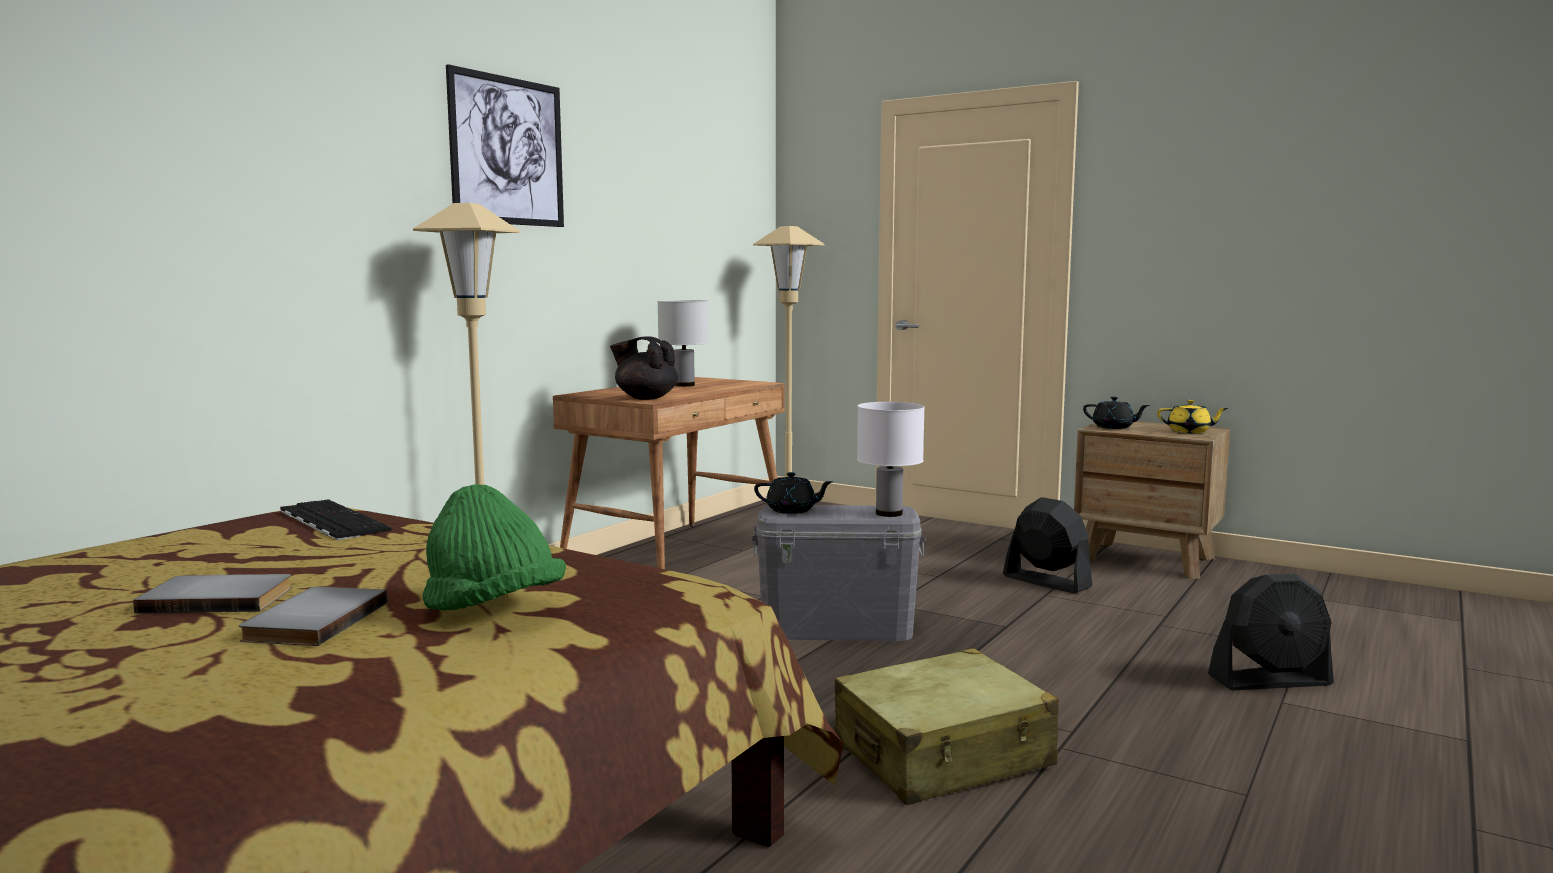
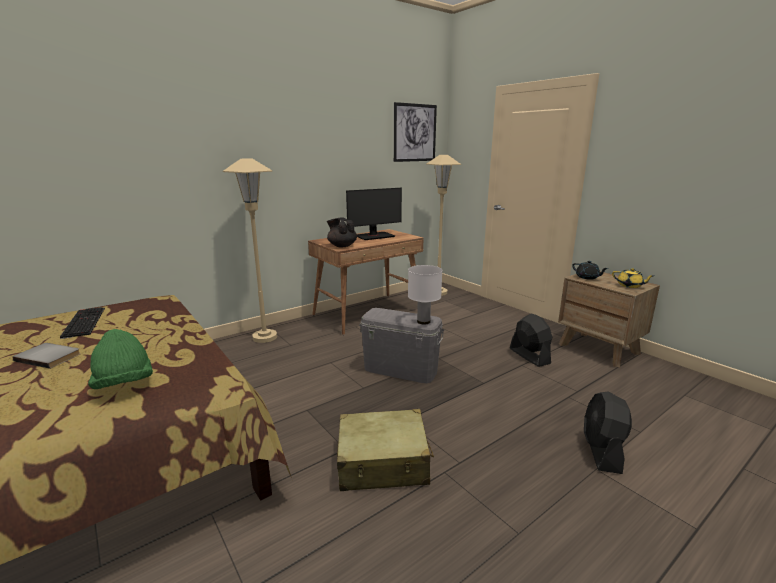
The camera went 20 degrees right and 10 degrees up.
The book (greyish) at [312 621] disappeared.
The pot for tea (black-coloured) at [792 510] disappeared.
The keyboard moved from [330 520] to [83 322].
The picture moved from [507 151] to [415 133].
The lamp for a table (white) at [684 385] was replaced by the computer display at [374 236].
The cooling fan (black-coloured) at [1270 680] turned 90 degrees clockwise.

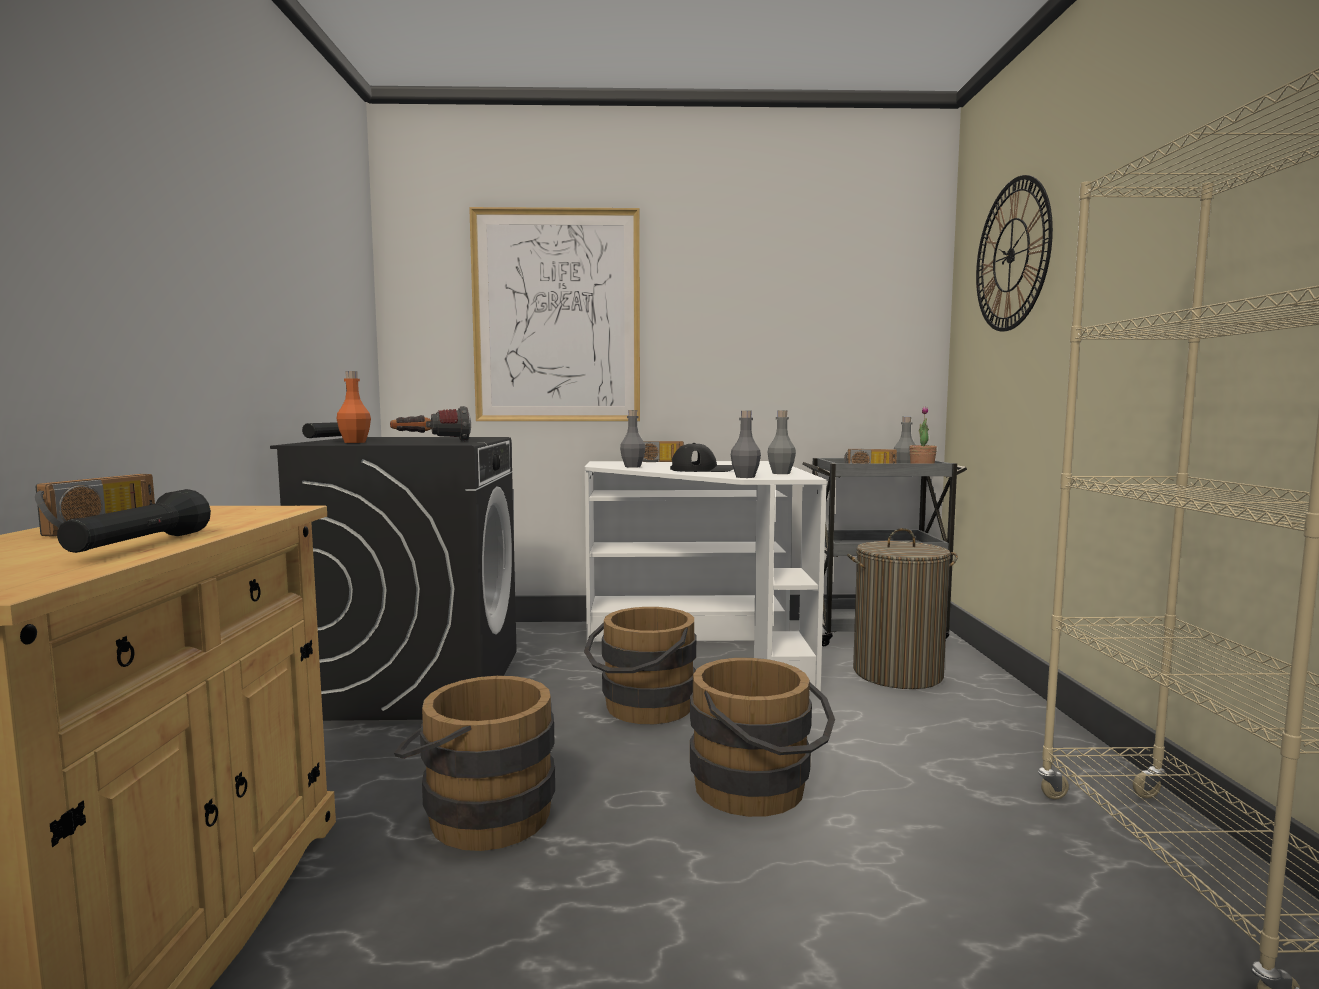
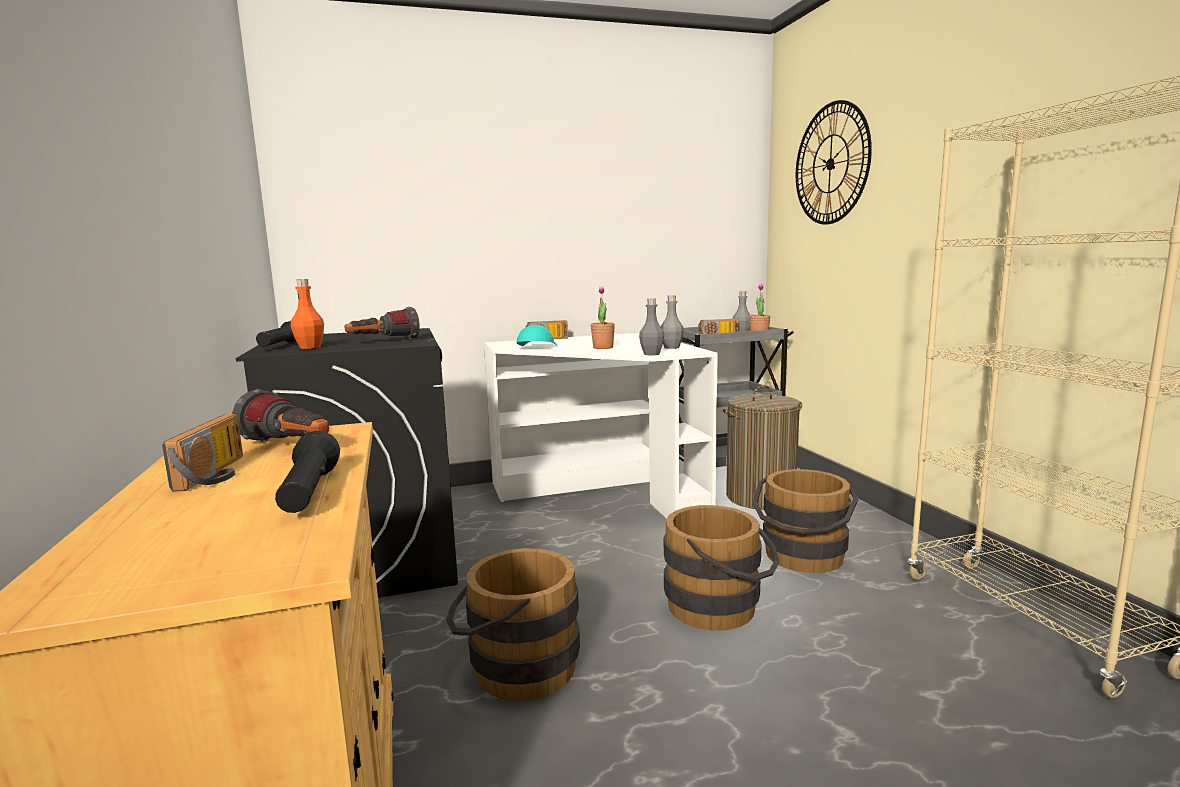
The camera went 15 degrees left and 5 degrees up.
The picture at [557 316] disappeared.
The hand torch at [290 447] appeared.
The pail (brown-coloured) moved from [642 708] to [802 558].
The drink bottle (greyish) at [632 466] was replaced by the cap (blue-green) at [536 347].
The cap (black-coloured) at [703 470] was replaced by the potted plant at [603 347].

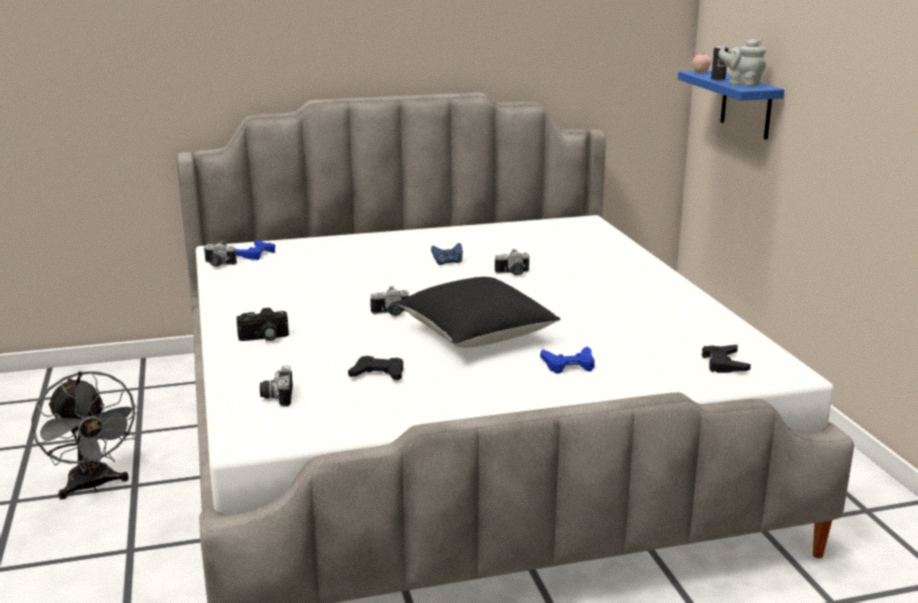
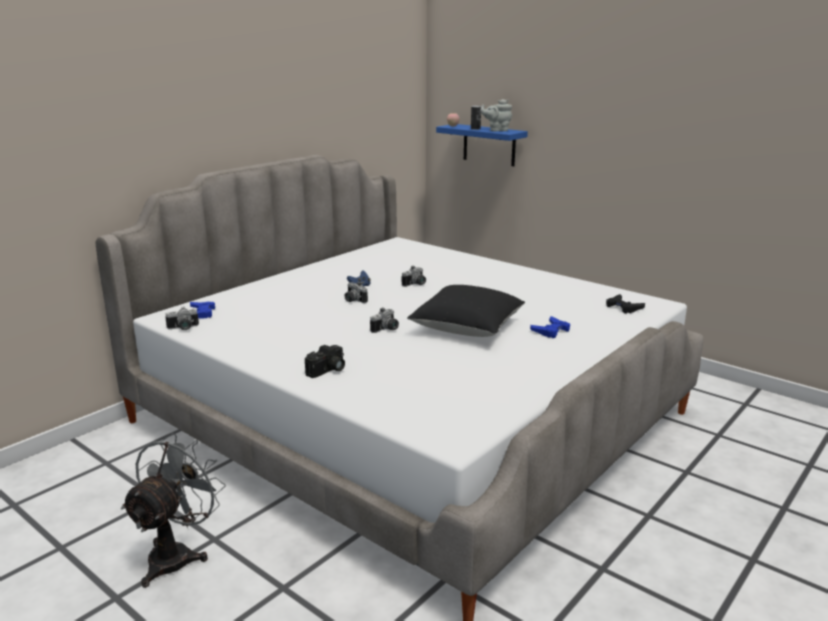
The camera went 35 degrees left and 0 degrees up.
The joypad (black-coloured) at [378 374] disappeared.
The photo camera moved from [276 397] to [353 300].
The cooling fan (greyish) at [93 486] turned 90 degrees counterclockwise.

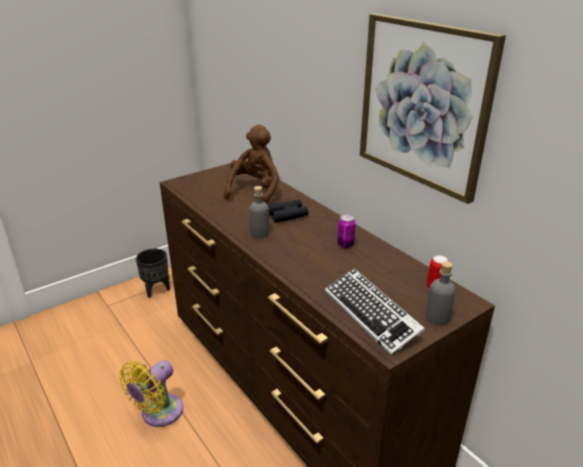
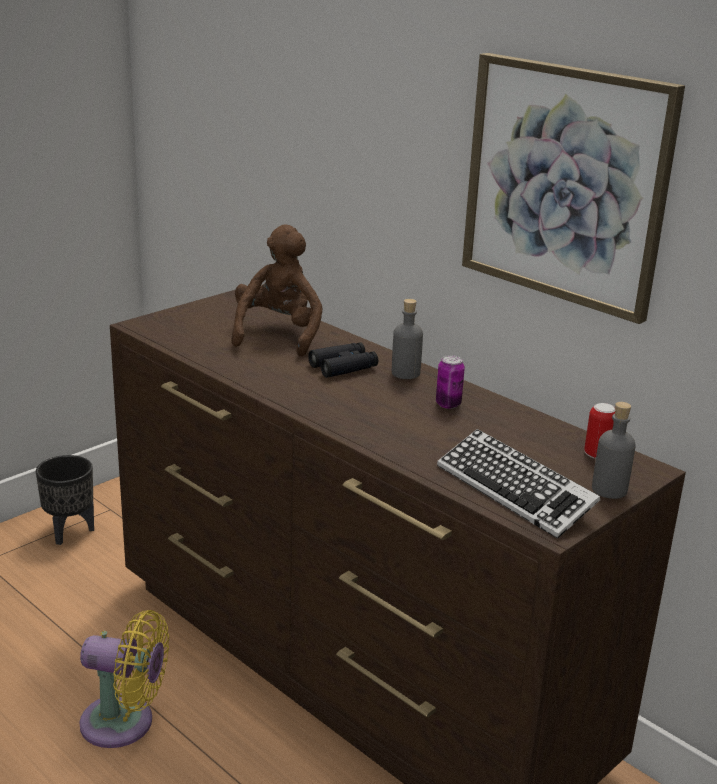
The camera went 10 degrees left and 5 degrees down.
The drink bottle (greyish) moved from [259 233] to [405 373].
The cooling fan (yellowish) at [158 413] turned 105 degrees counterclockwise.

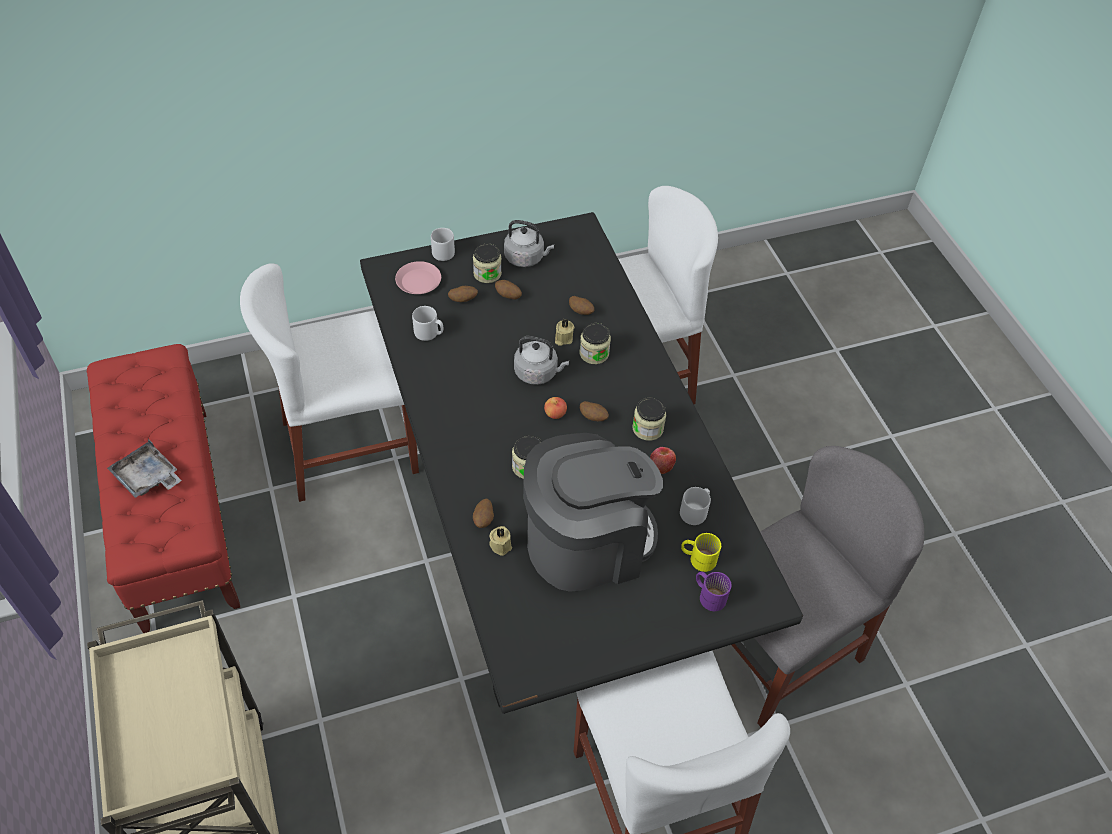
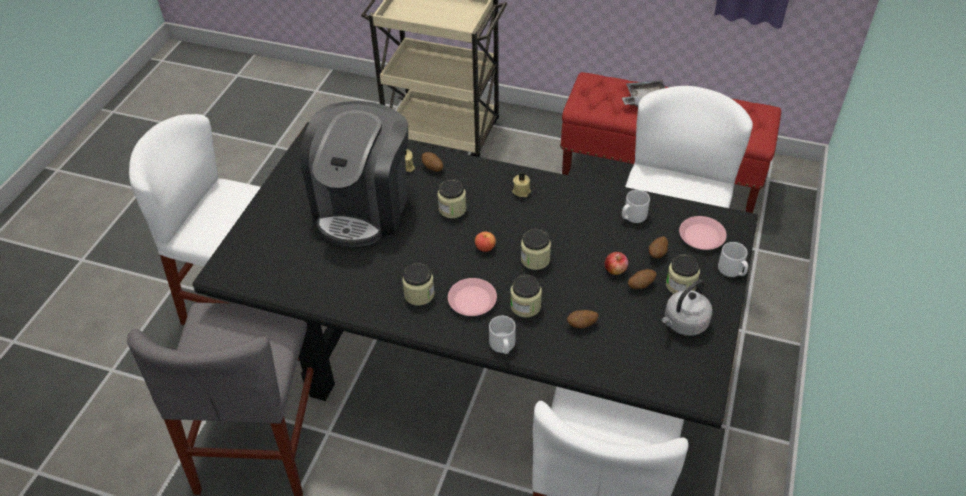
The camera went 130 degrees right and 5 degrees down.
The potato at [593 417] disappeared.
The mug (yellowish) at [698 557] disappeared.
The mug (purple-coloured) at [709 594] disappeared.
The dinner plate (pink) at [472 301] appeared.
The wax light (beige-coloured) moved from [563 338] to [521 191].
The apple fruit moved from [661 466] to [615 270].
The mug (greyish) moved from [695 512] to [503 346].
The tea kettle (greyish) at [538 373] was replaced by the jar at [535 259].

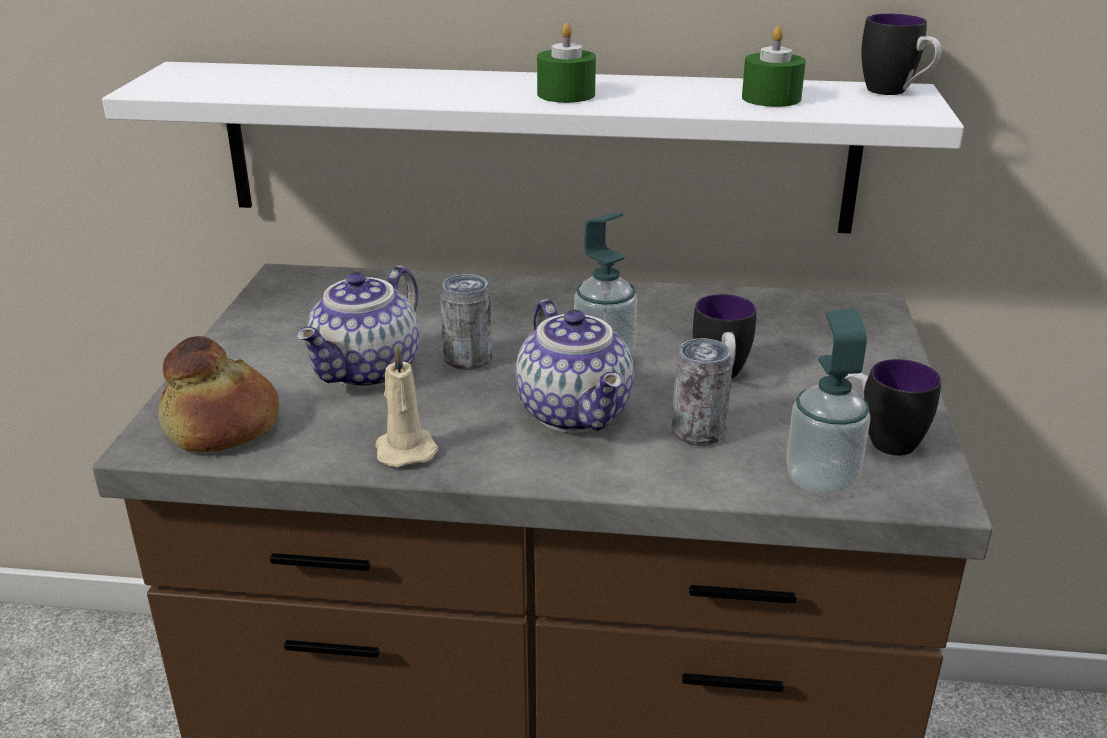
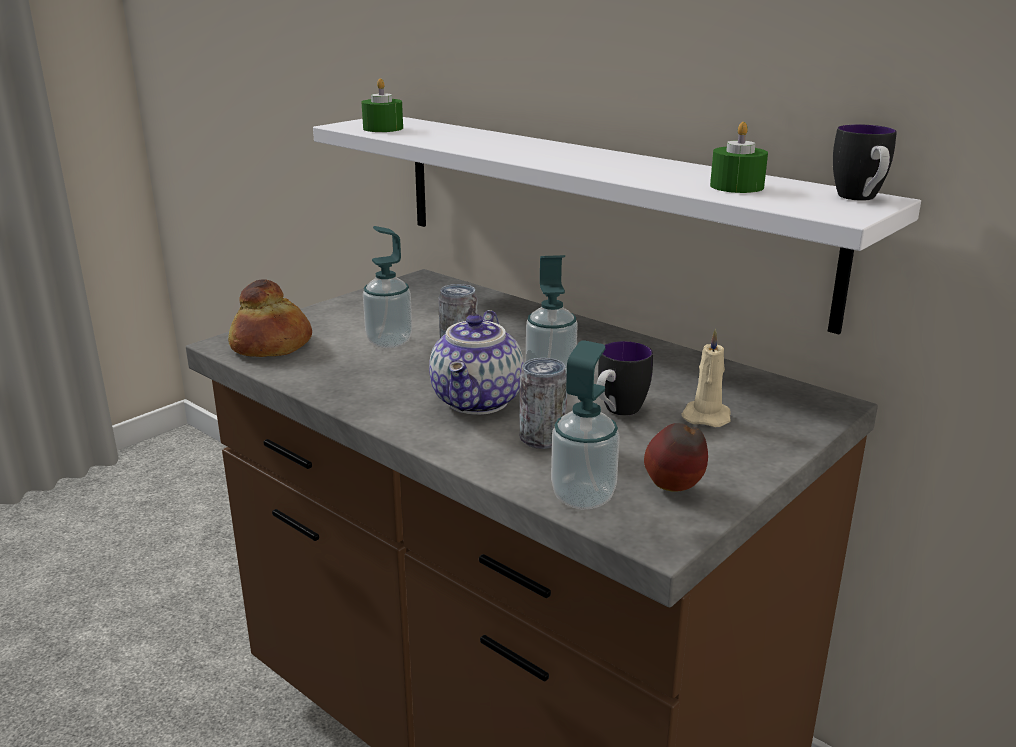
The camera went 35 degrees right and 5 degrees down.
The wax light (beige-coloured) moved from [404 449] to [707 416].
The wax light (greenish) moved from [566 94] to [383 128].
The pot for tea at [368 372] was replaced by the liquid soap bottle at [389 341].
The mug at [879 440] was replaced by the apple fruit at [674 490].

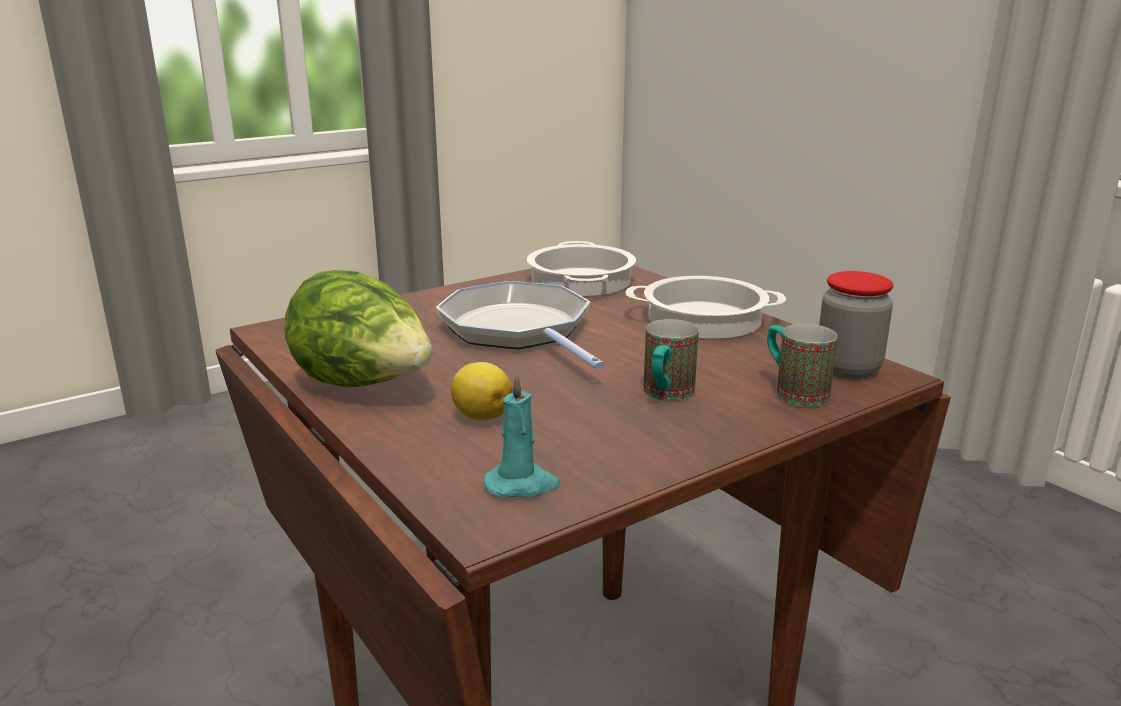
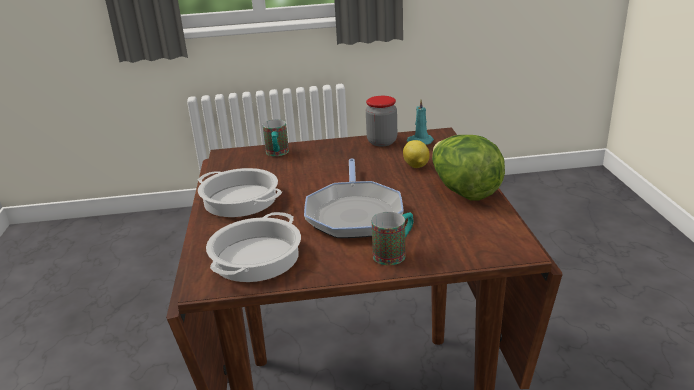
The camera went 150 degrees left and 5 degrees up.
The mug moved from [665 395] to [394 253].
The jar moved from [847 369] to [382 142].

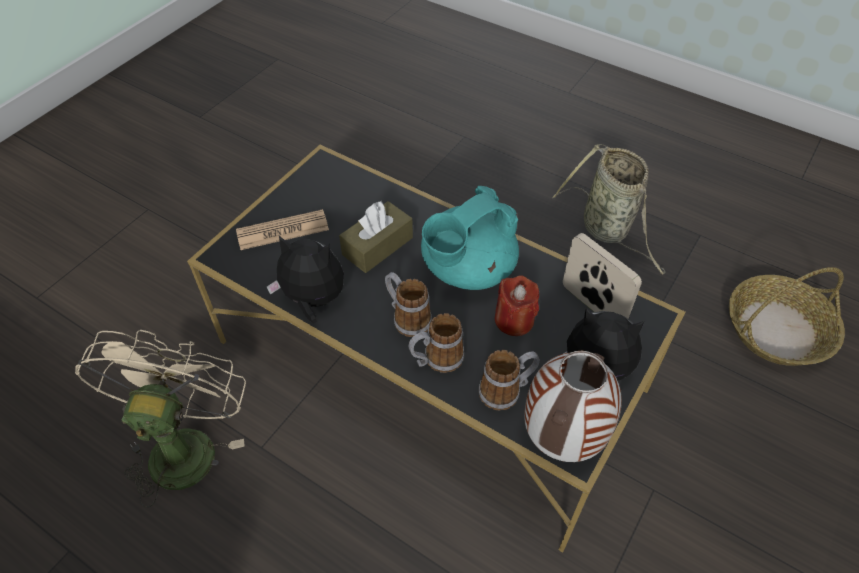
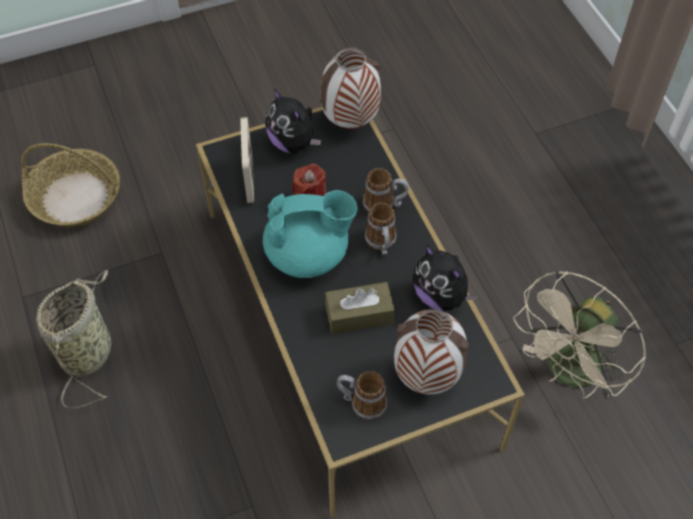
The camera went 145 degrees left and 5 degrees up.
The mug moved from [506 390] to [361 403].
The newspaper at [282 231] was replaced by the vase at [427 377].

